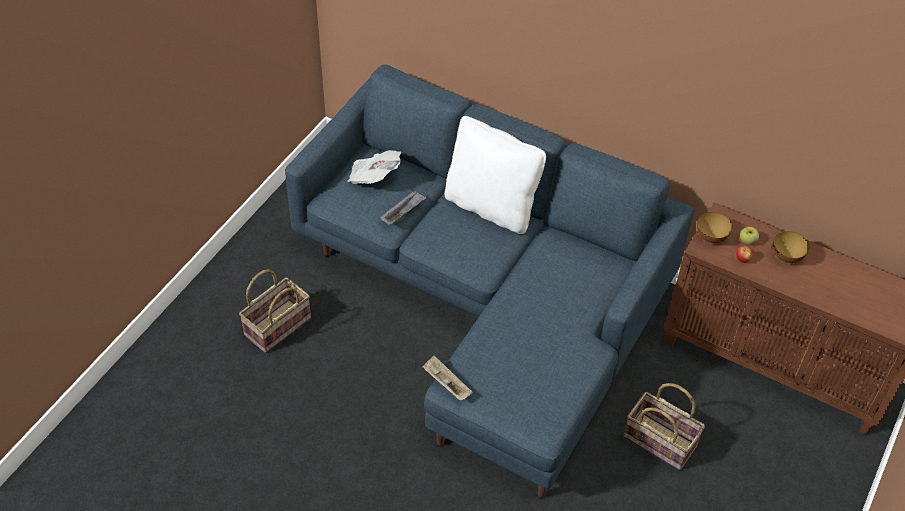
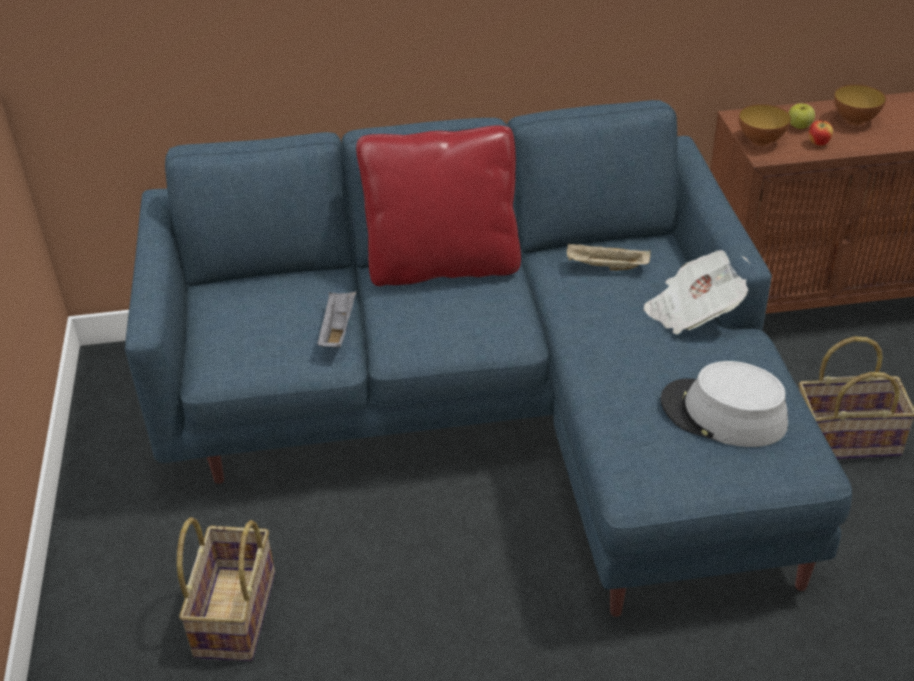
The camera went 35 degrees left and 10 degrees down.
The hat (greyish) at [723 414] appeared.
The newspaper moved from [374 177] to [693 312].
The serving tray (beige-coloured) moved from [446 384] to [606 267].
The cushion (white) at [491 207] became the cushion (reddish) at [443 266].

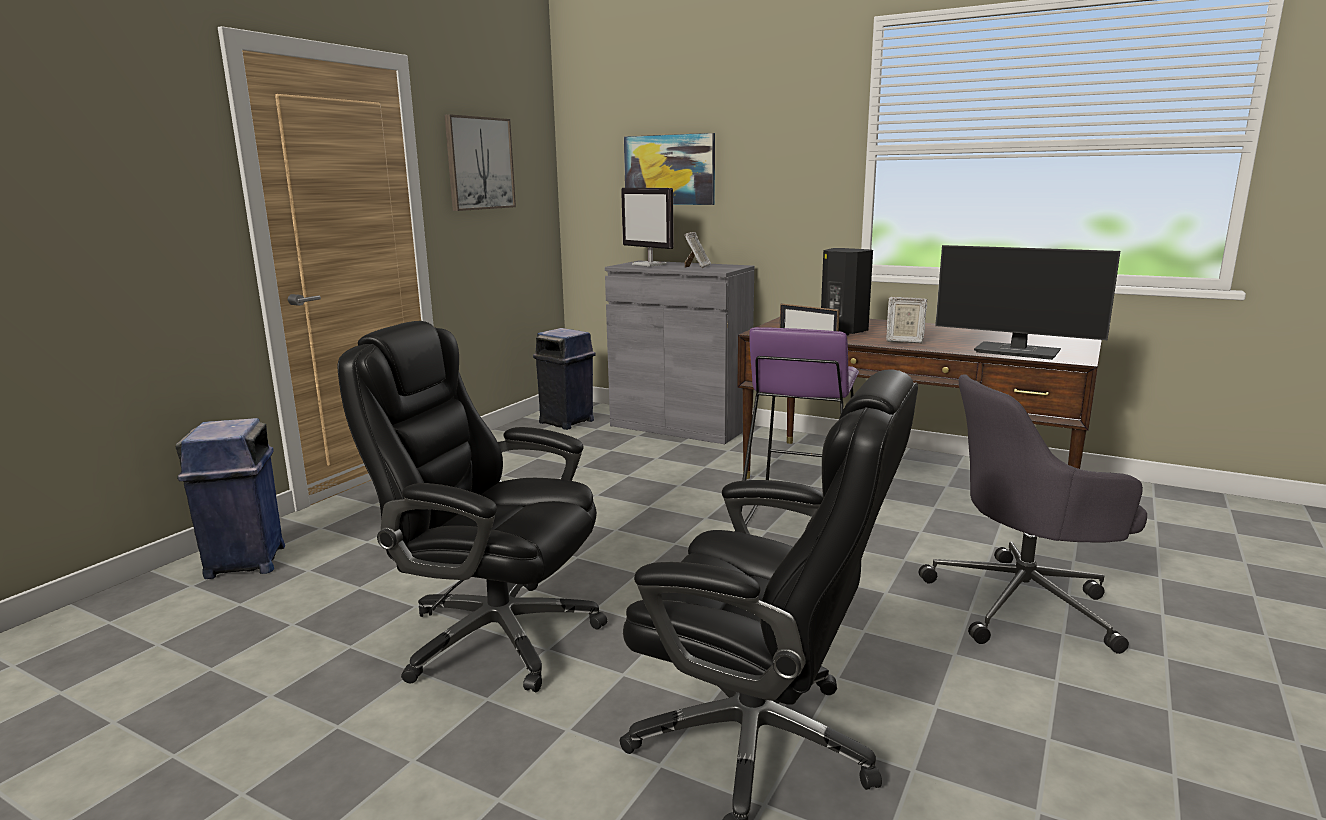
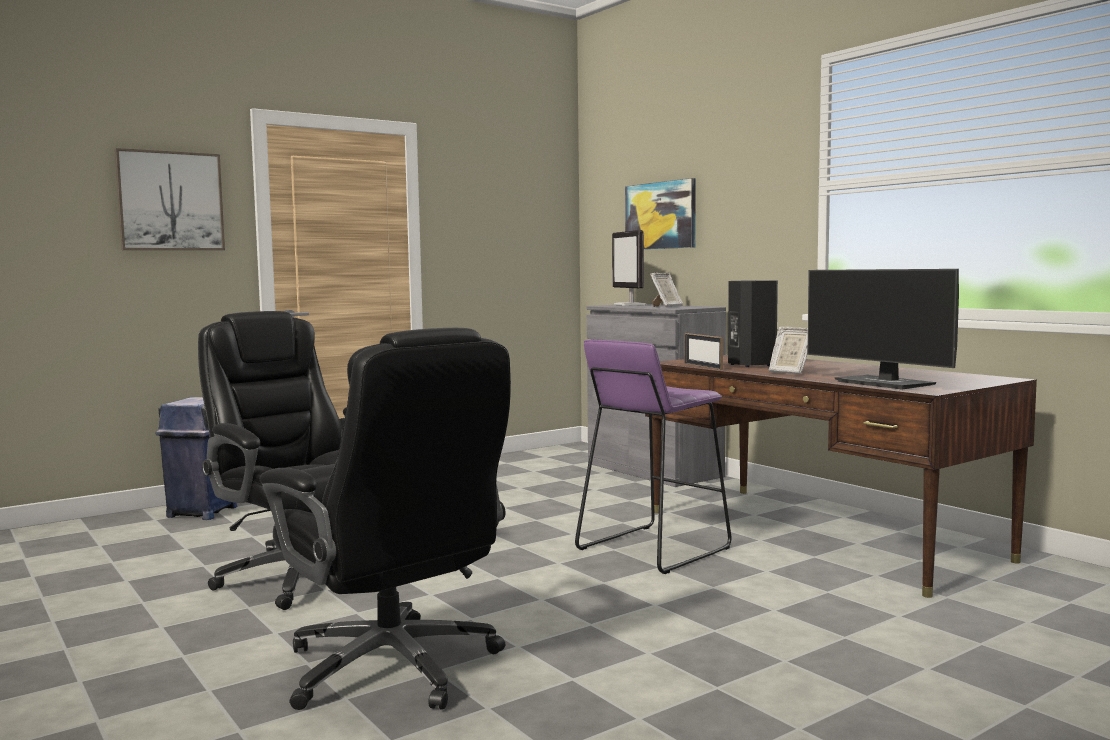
The camera went 25 degrees right and 10 degrees down.
The waste bin (bluish) at [567 422] disappeared.
The desk chair (greyish) at [1024 604] disappeared.
The picture moved from [479 163] to [170 201].

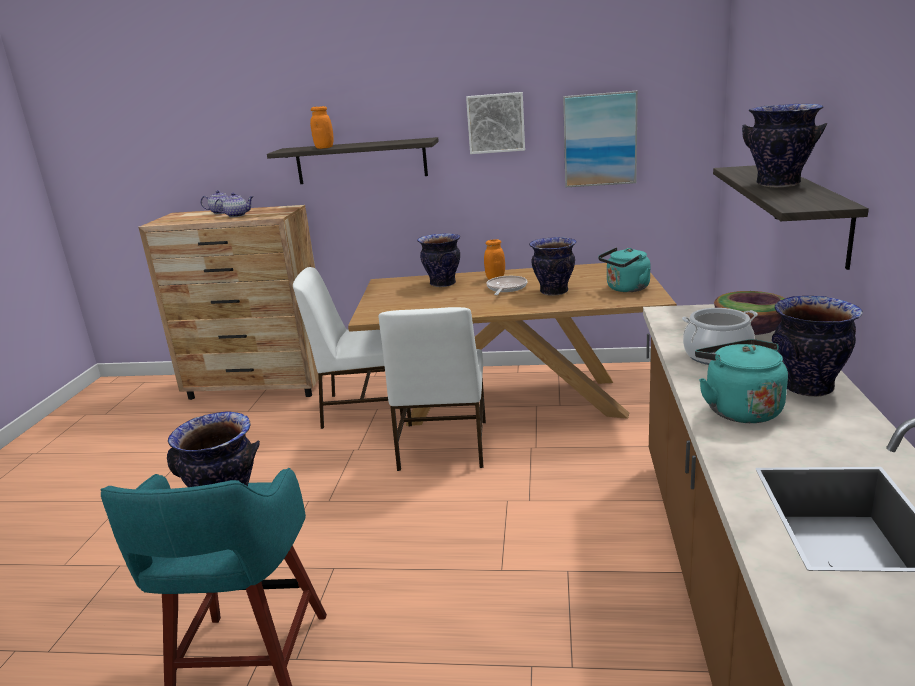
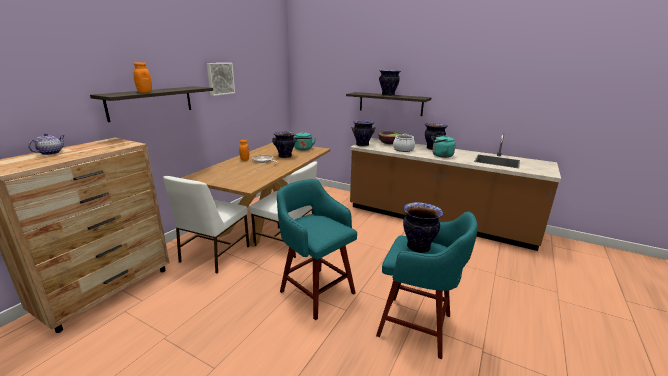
The camera went 70 degrees left and 0 degrees up.
The pot for tea at [237 215] disappeared.
The picture at [600 139] disappeared.
The stool seat (blue-green) at [316 291] appeared.
The vase moved from [443 284] to [362 145].

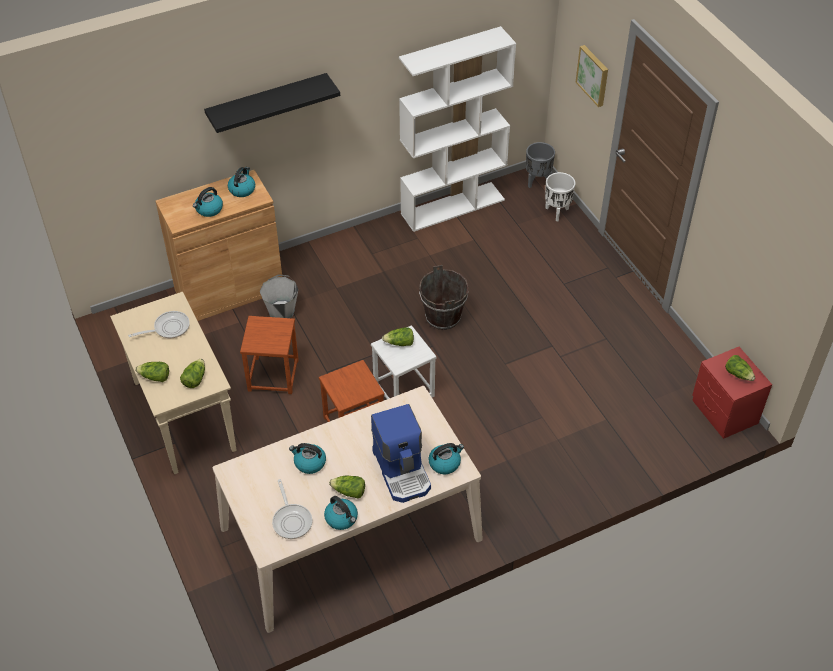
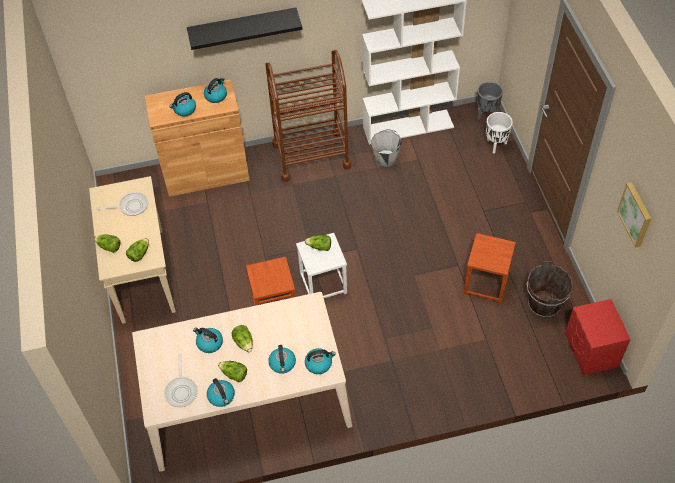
The camera went 15 degrees right and 5 degrees up.
The wheeled cart (brown-coloured) at [311 155] appeared.
The stool seat (brown-coloured) moved from [273 375] to [486 284].
The pail (greyish) moved from [281 311] to [386 159].
The pail (brown-coloured) moved from [443 317] to [544 304].
The picture moved from [593 75] to [636 214].
The lettuce moved from [738 374] to [244 342].
The coffee maker at [402 470] was replaced by the tea kettle at [282 364].

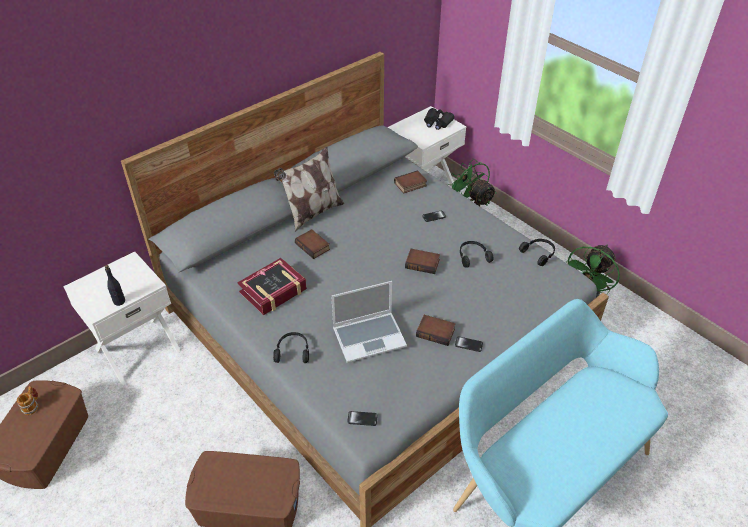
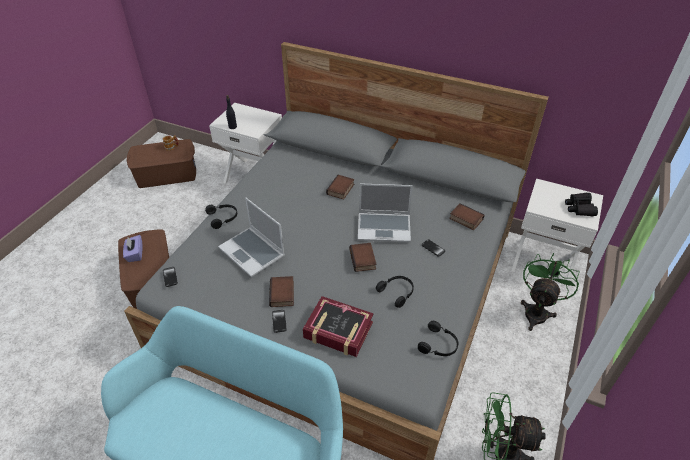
The camera went 65 degrees right and 0 degrees up.
The cushion at [312 213] disappeared.
The tissue holder (purple-coloured) at [135 254] appeared.
The portable computer at [384 228] appeared.
The book moved from [273 291] to [338 330].

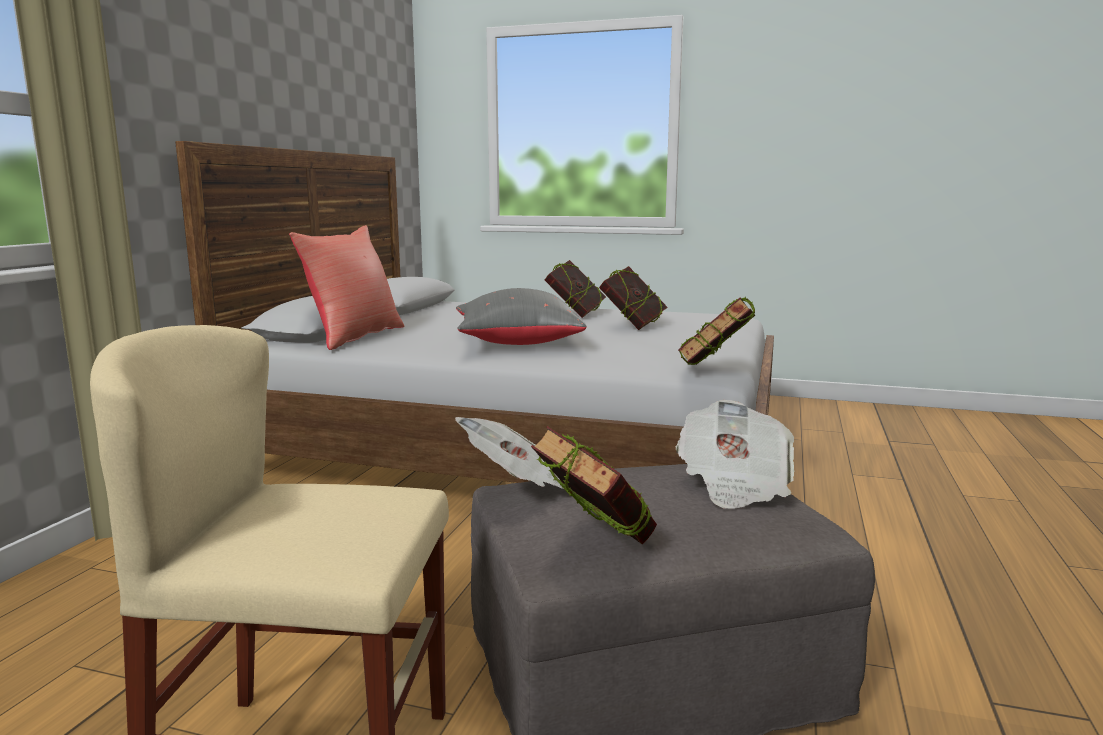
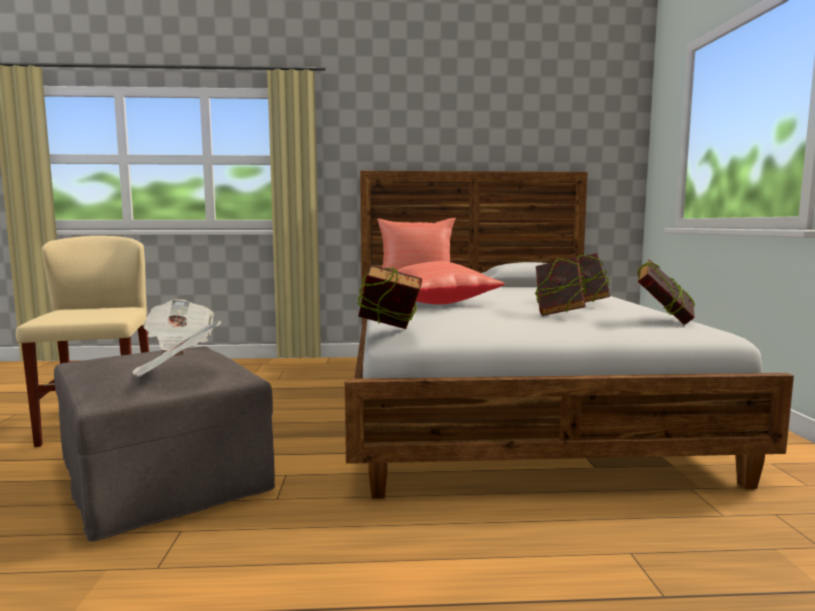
The camera went 70 degrees right and 5 degrees down.
The book moved from [595 546] to [663 321].
The cushion (greyish) at [516 343] became the cushion (reddish) at [435 303].

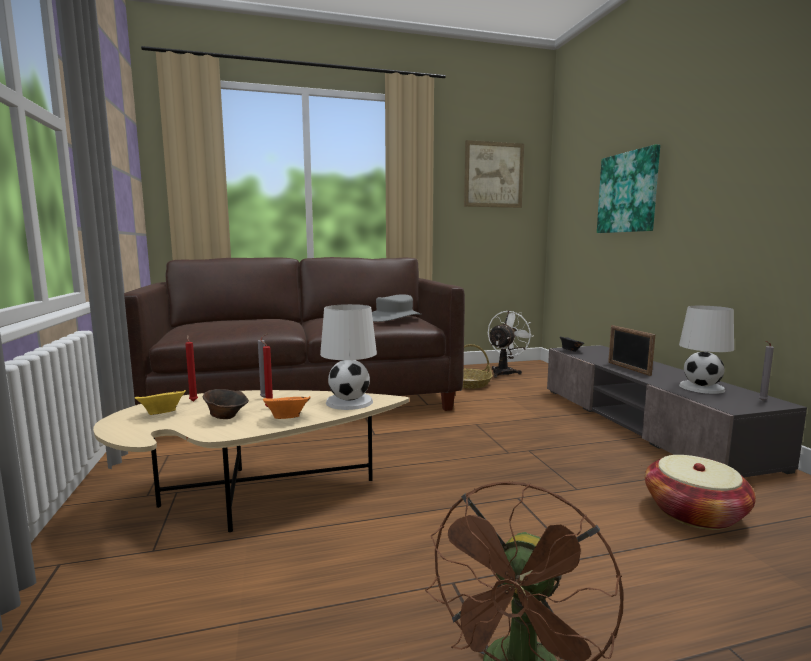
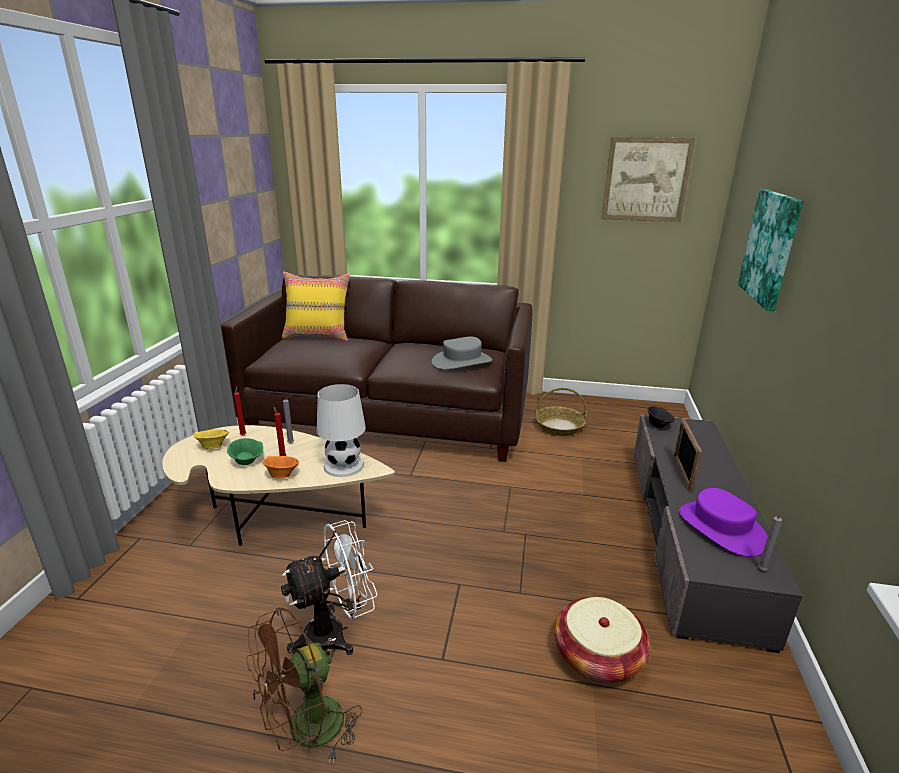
The camera went 25 degrees right and 15 degrees up.
The cushion (yellowish) at [318 336] appeared.
The cooling fan (white) moved from [505 372] to [335 632].
The lamp for a table (white) at [701 387] was replaced by the hat (purple-coloured) at [720 528].
The bowl (brown-coloured) at [226 417] became the bowl (greenish) at [247 461].

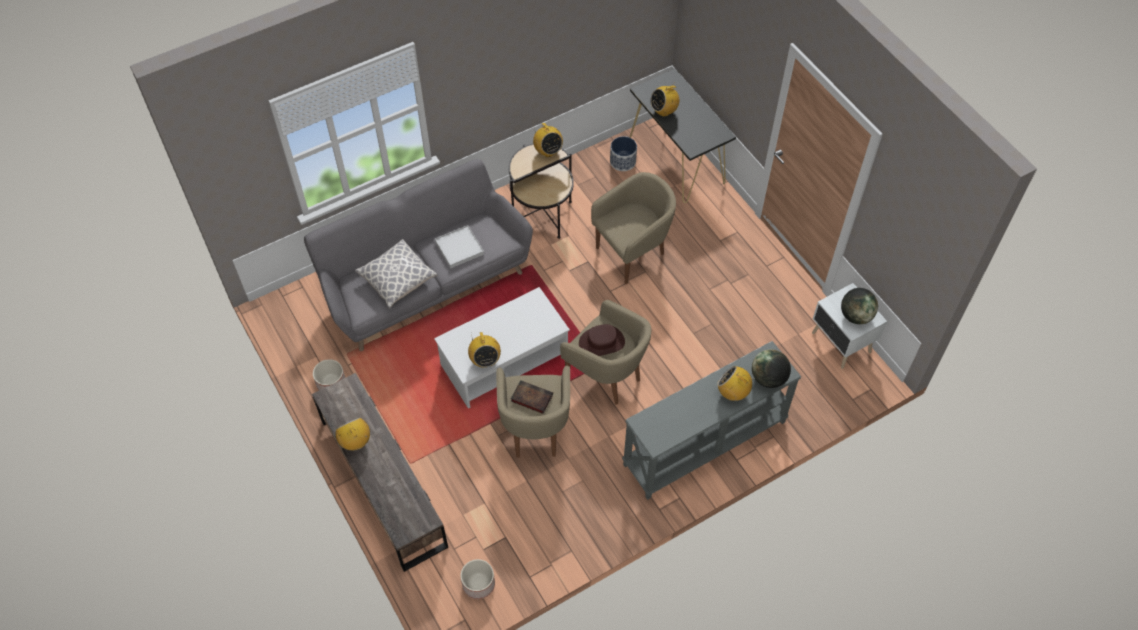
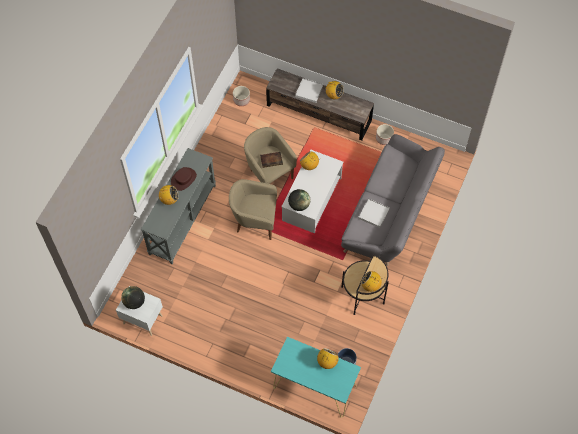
The camera went 145 degrees right and 5 degrees up.
The cushion at [397 280] disappeared.
The easy chair (beige-coloured) at [633 253] disappeared.
The serving tray (white) at [309 91] appeared.
The hat (brown-coloured) moved from [601 342] to [183 179].
The world globe moved from [768 378] to [299 205].
The hall table (black-coloured) at [677 160] became the hall table (blue-green) at [314 386].

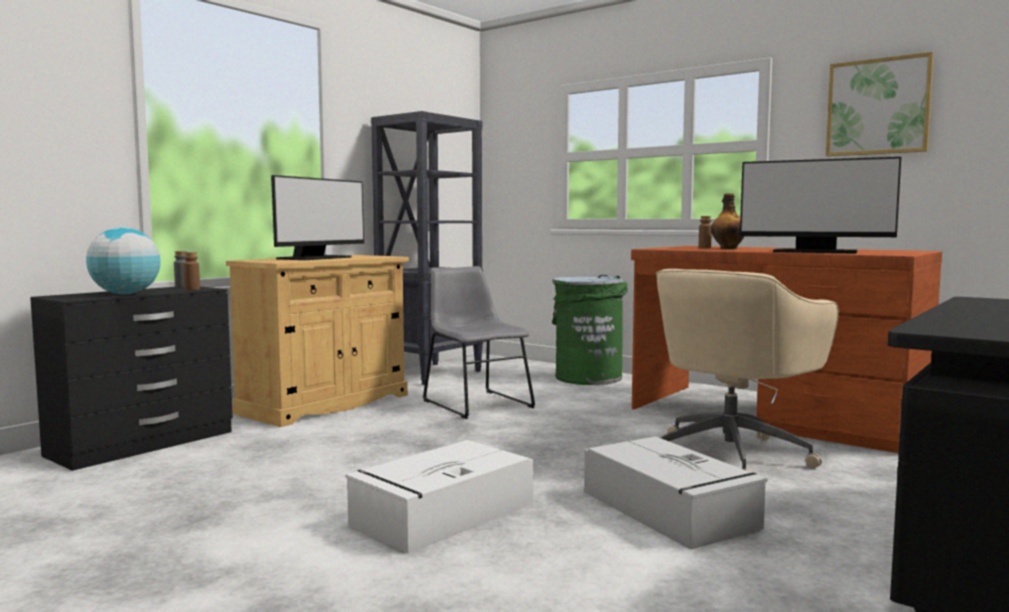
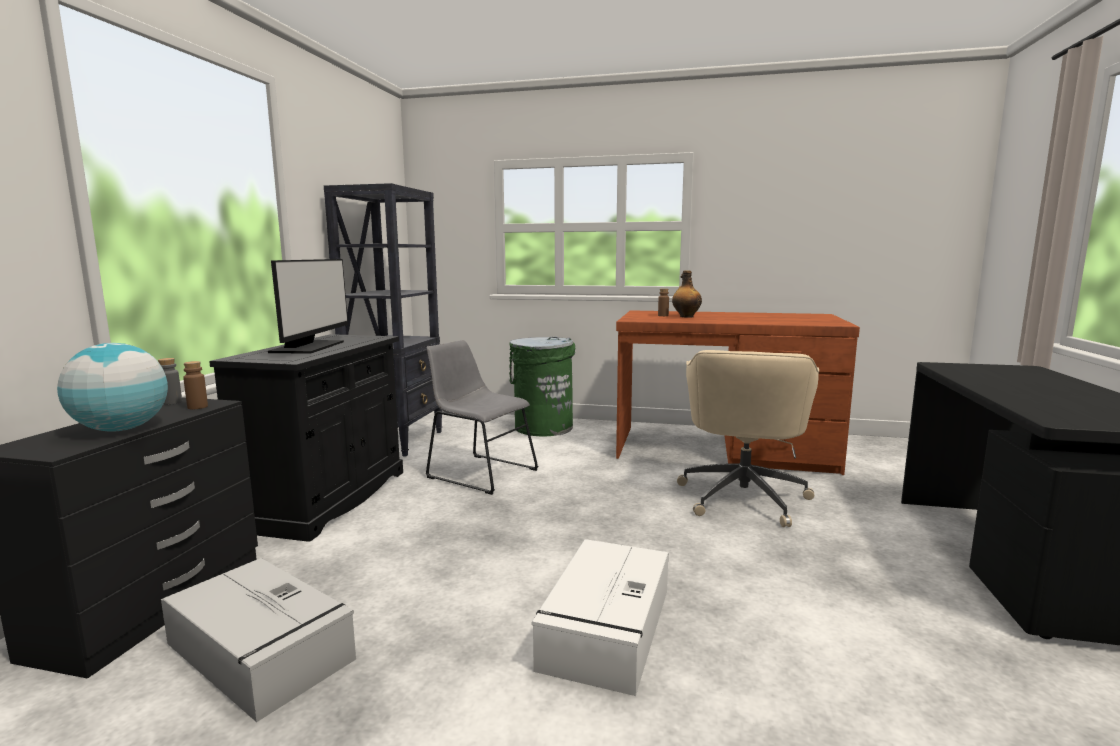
The camera went 25 degrees left and 5 degrees up.
The computer display at [815 252] disappeared.
The picture at [878 107] disappeared.
The storage container (greyish) moved from [670 510] to [261 652].
The cupboard (beige-coloured) at [325 404] became the cupboard (black-coloured) at [328 499].

